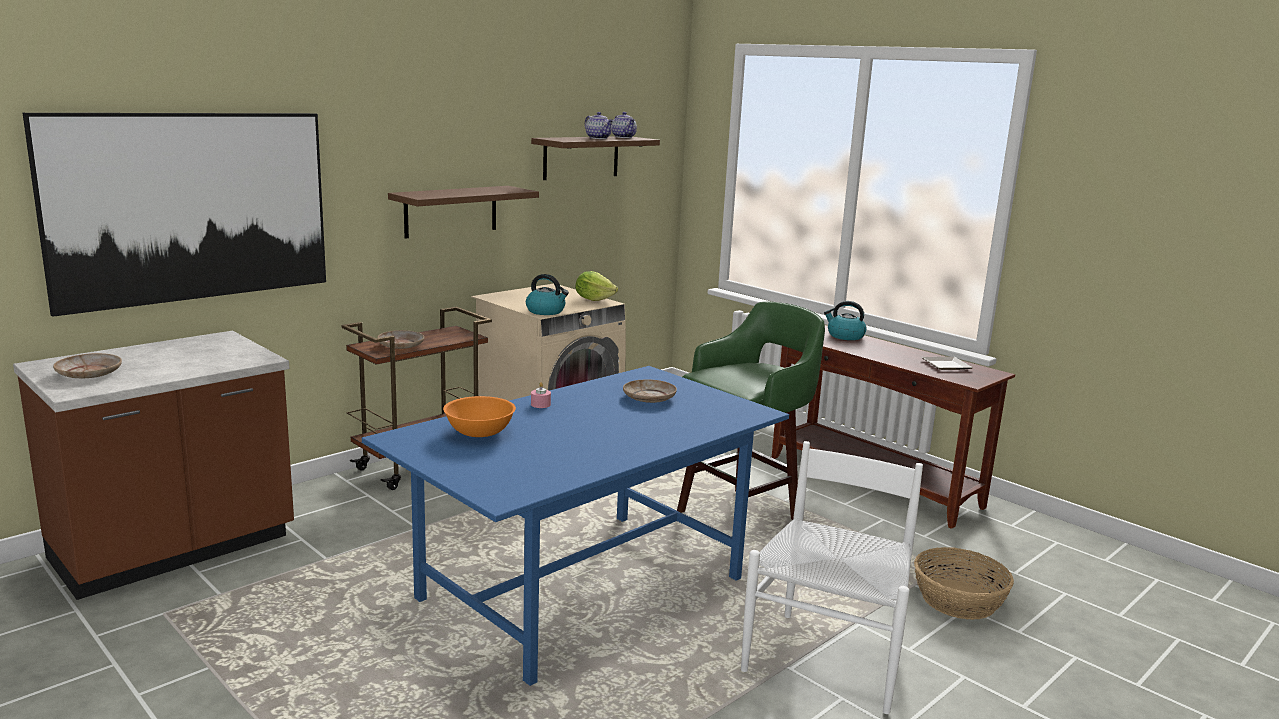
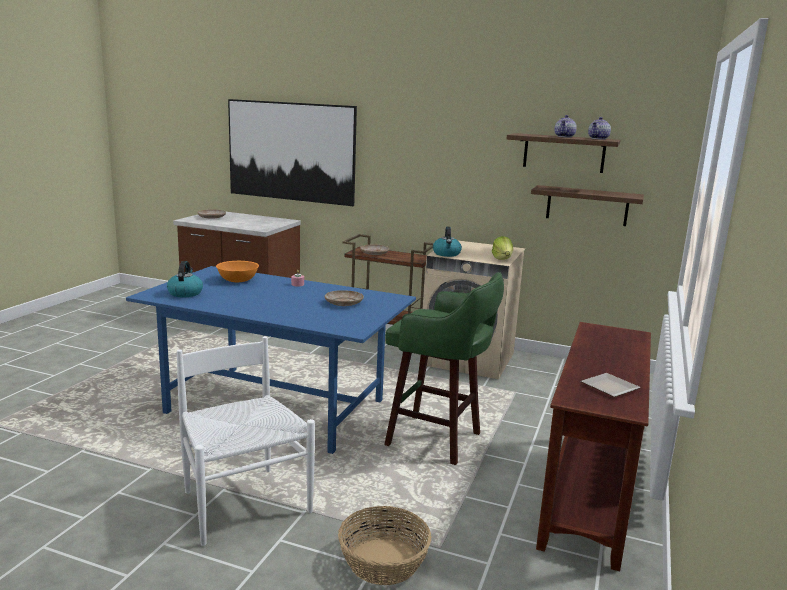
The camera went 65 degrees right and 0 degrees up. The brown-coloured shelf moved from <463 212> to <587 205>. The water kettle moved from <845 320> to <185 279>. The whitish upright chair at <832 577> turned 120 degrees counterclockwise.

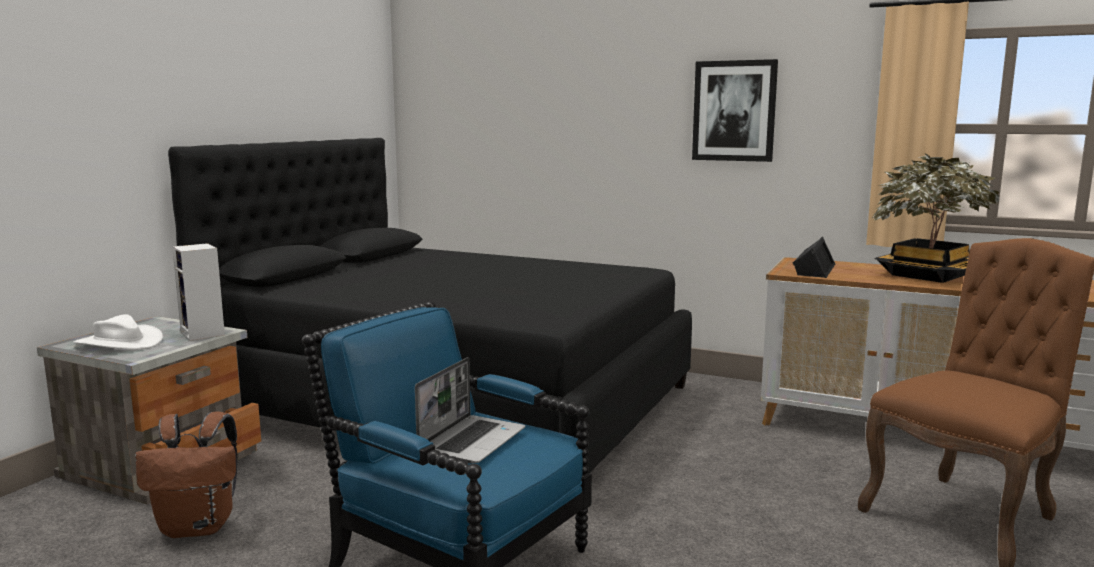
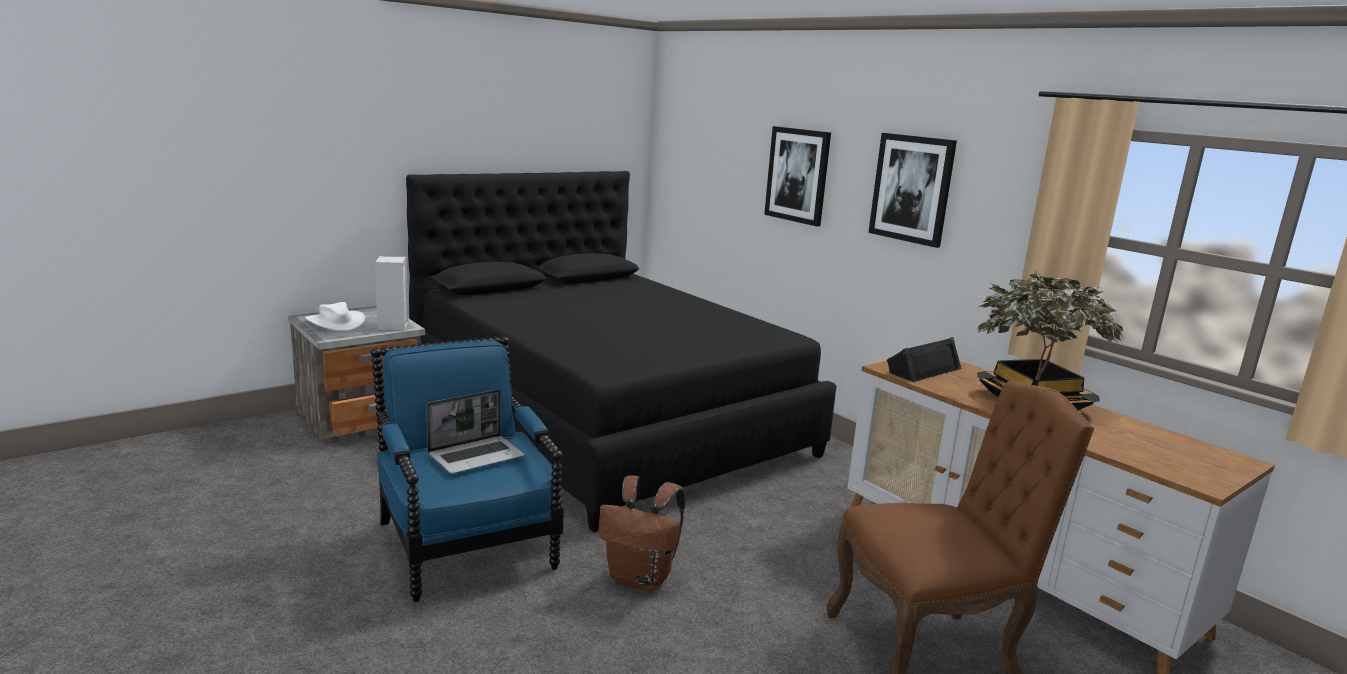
The camera went 25 degrees right and 5 degrees up. The brown-coloured rucksack moved from <186 475> to <642 533>. The wall picture at <797 176> appeared.

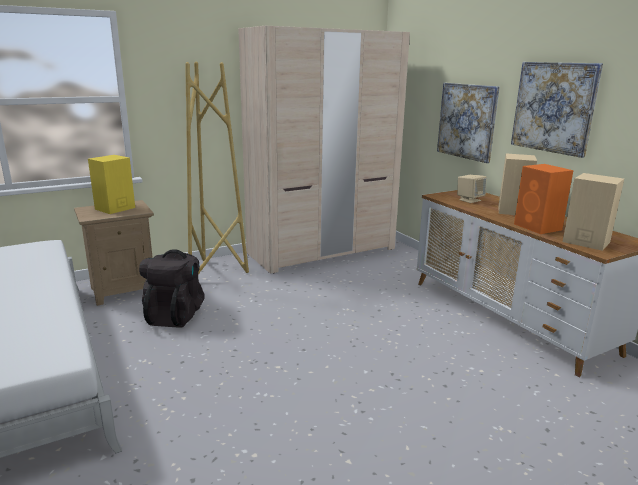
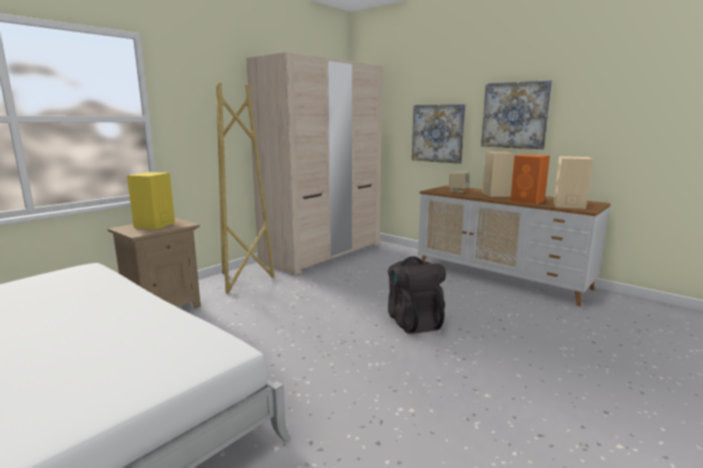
The camera went 20 degrees left and 5 degrees down. The black-coloured rucksack moved from <172 288> to <417 295>.

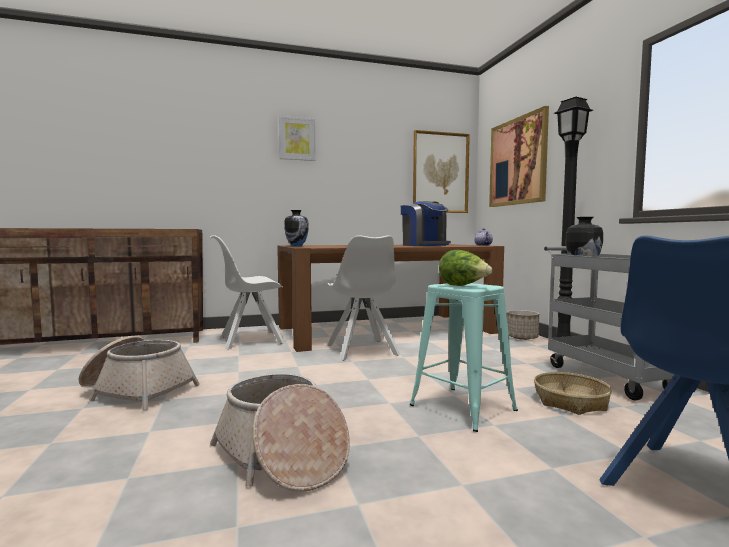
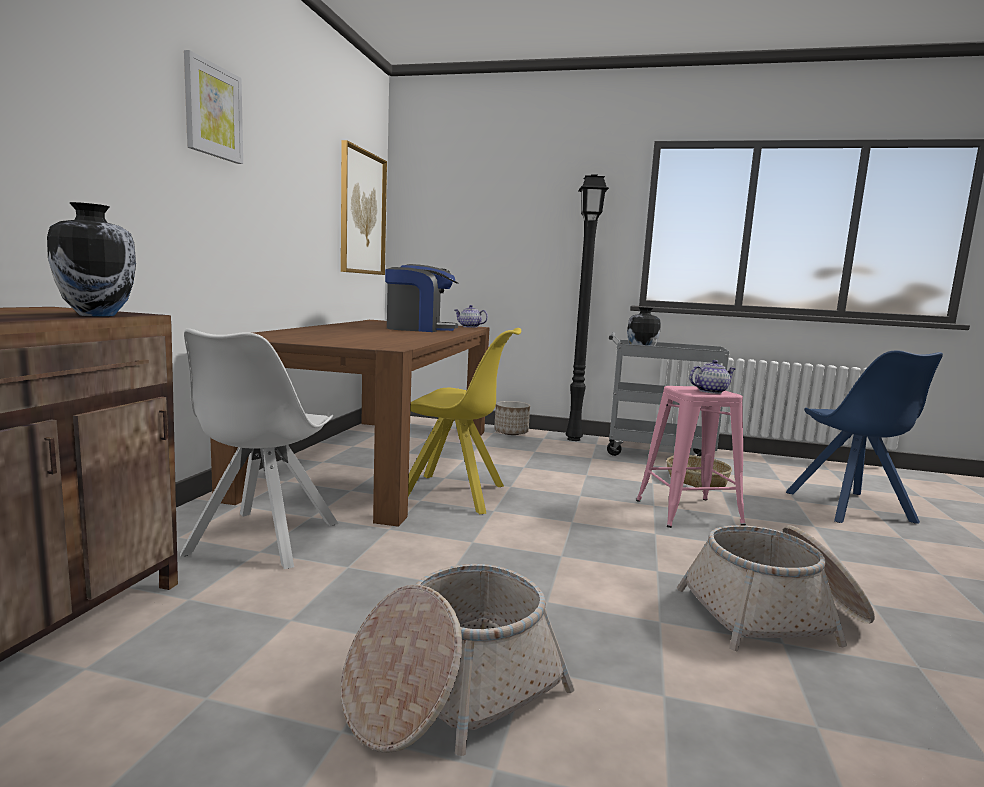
The camera went 60 degrees left and 5 degrees up. The wall picture at <519 156> disappeared. The decorative vase moved from <296 228> to <91 259>. The whitish upright chair at <364 298> became the yellow-coloured upright chair at <464 421>. The lettuce head at <465 268> was replaced by the teapot at <712 377>. The turquoise sitting stool at <464 357> became the pink sitting stool at <691 457>.

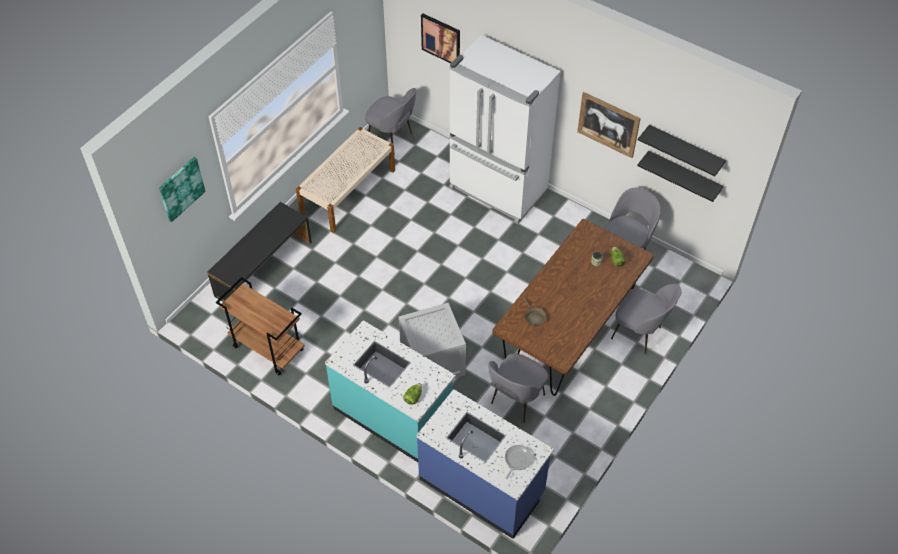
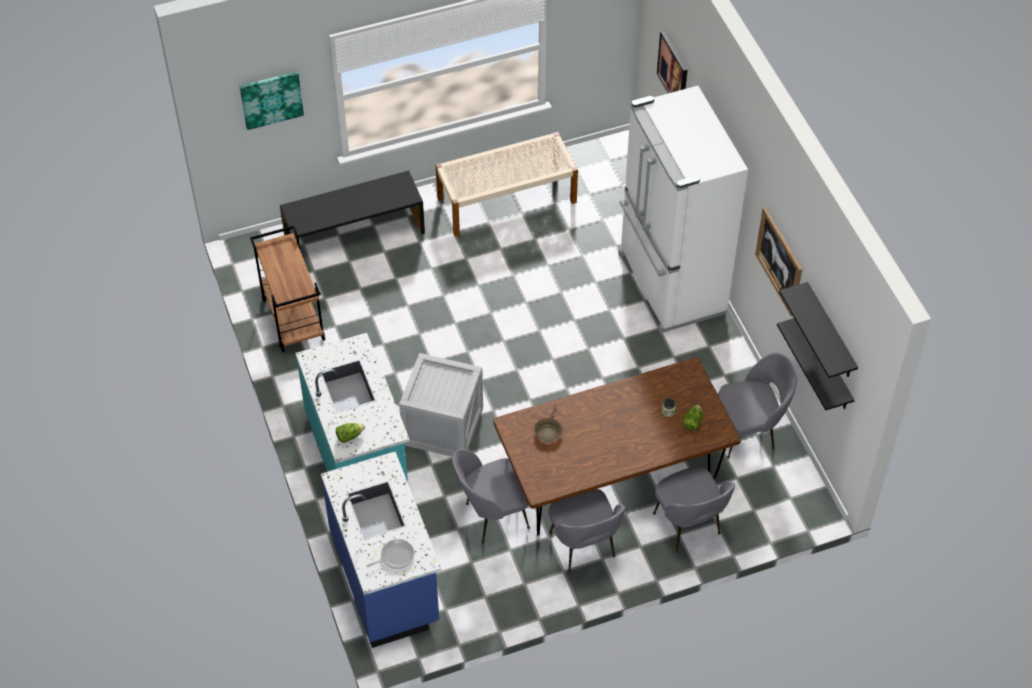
The camera went 35 degrees right and 0 degrees up. The greyish upright chair moved from <390 121> to <586 531>.

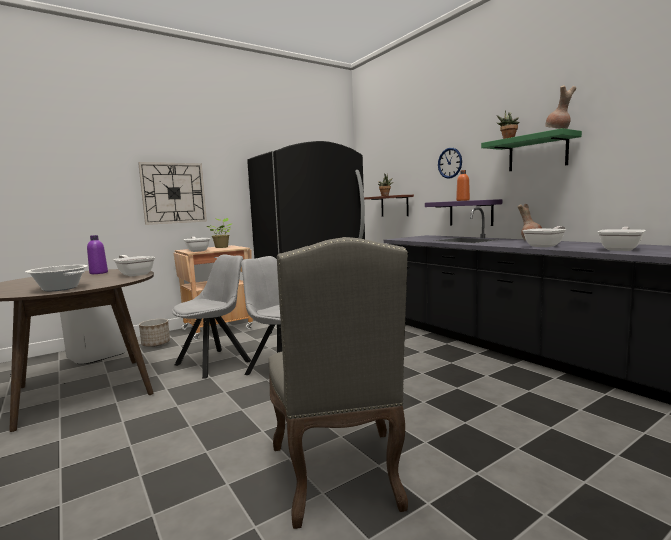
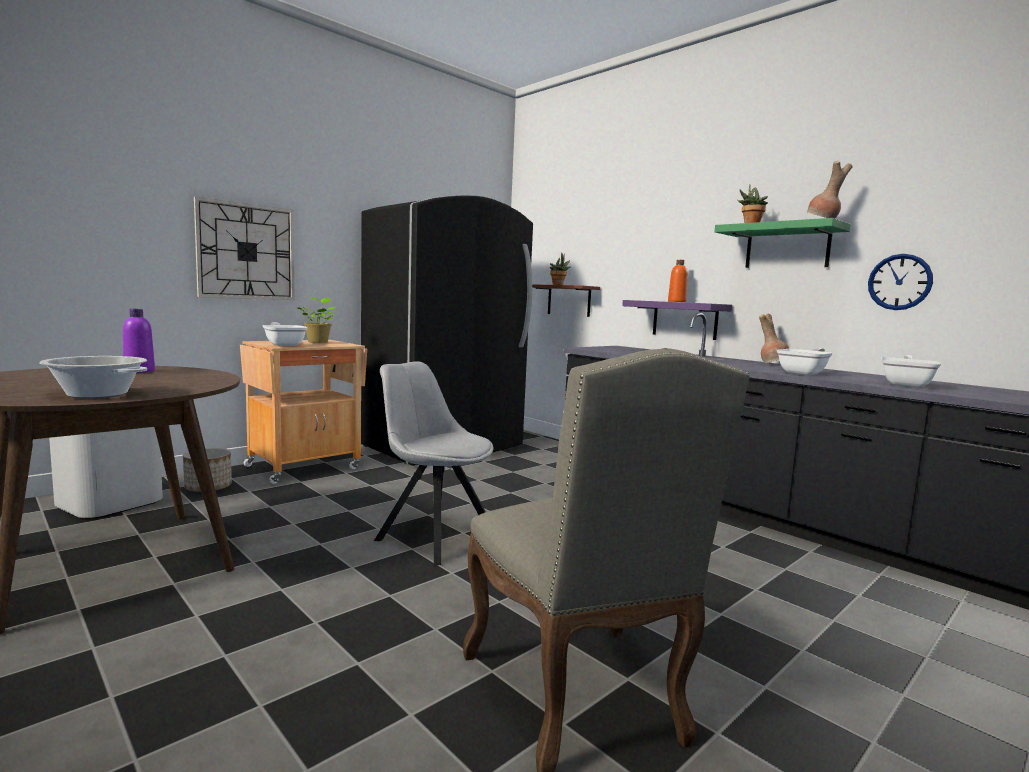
The camera went 10 degrees left and 0 degrees up. The wall clock moved from <450 163> to <900 282>. The frying pan at <134 265> disappeared. The greyish upright chair at <211 317> disappeared.

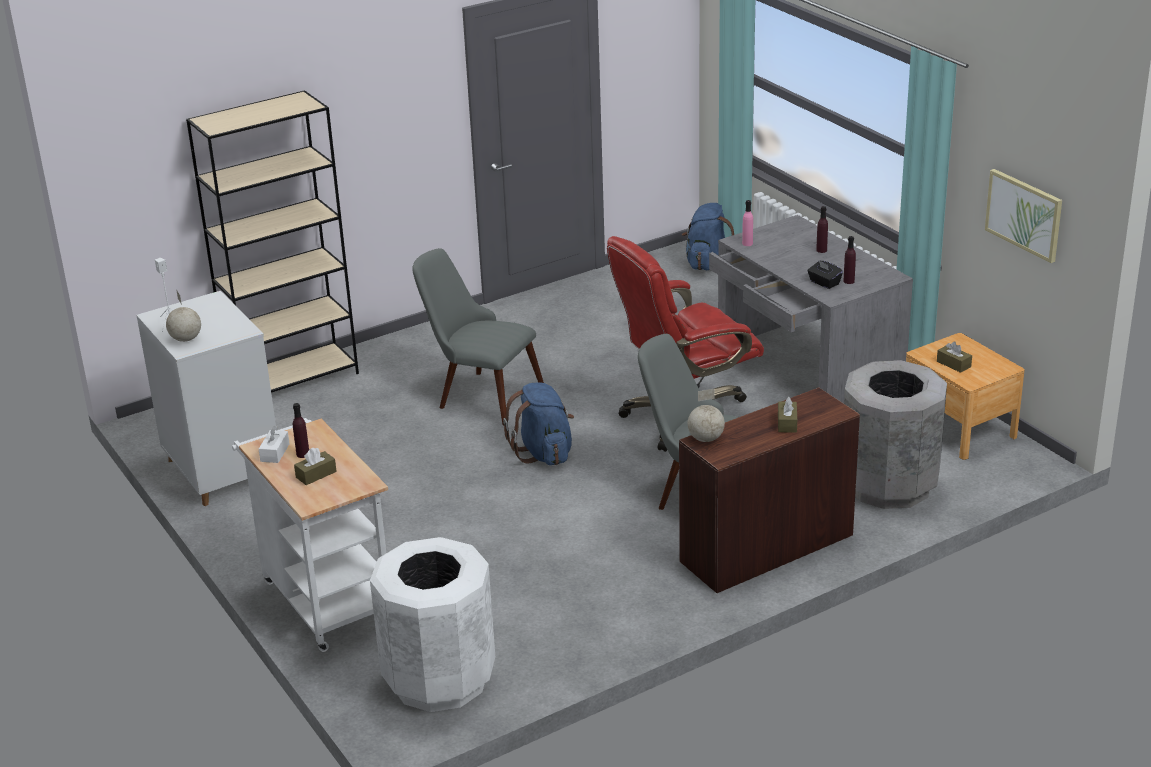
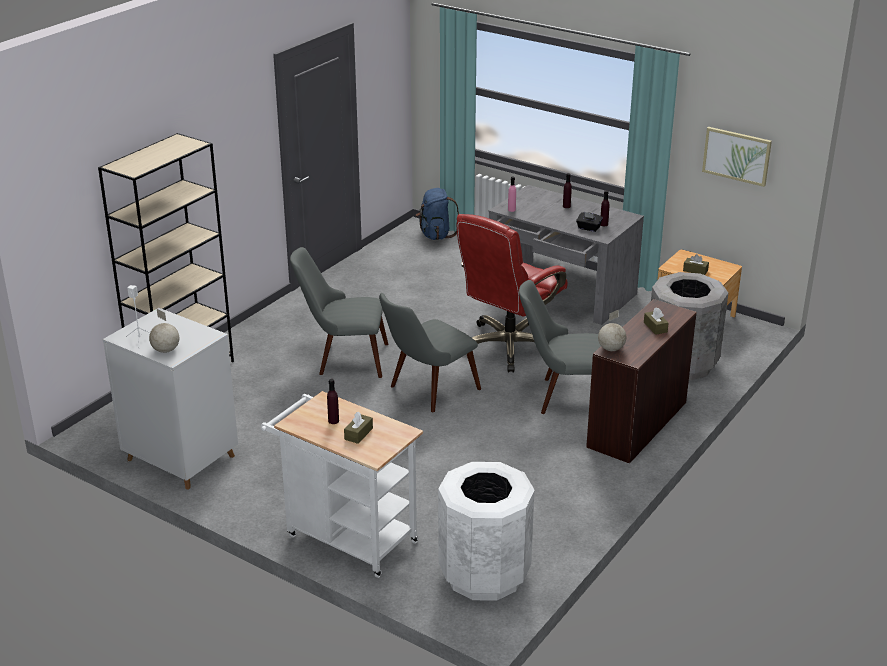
The camera went 25 degrees left and 0 degrees up. The blue rucksack at <538 423> was replaced by the greyish upright chair at <430 352>. The whitish tissue box at <274 444> disappeared.

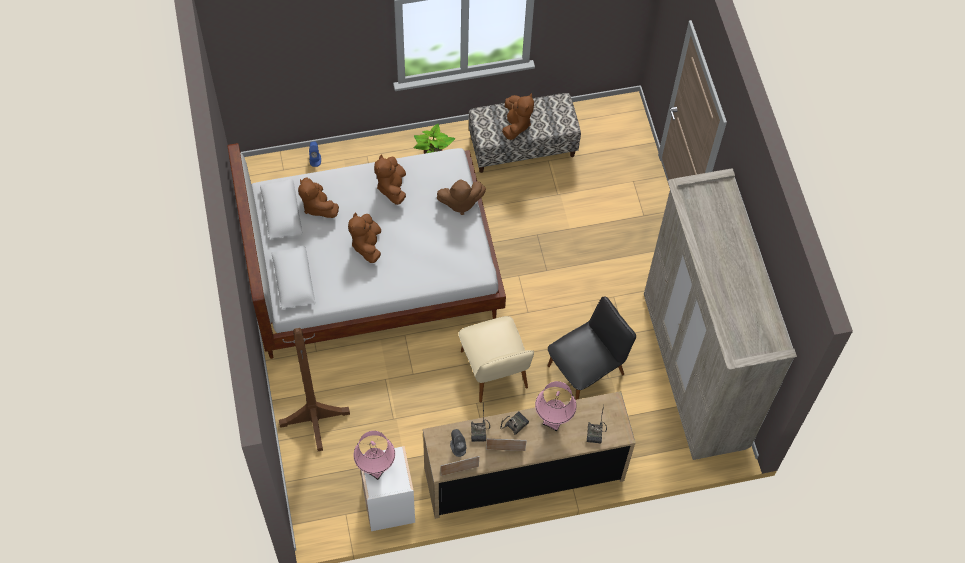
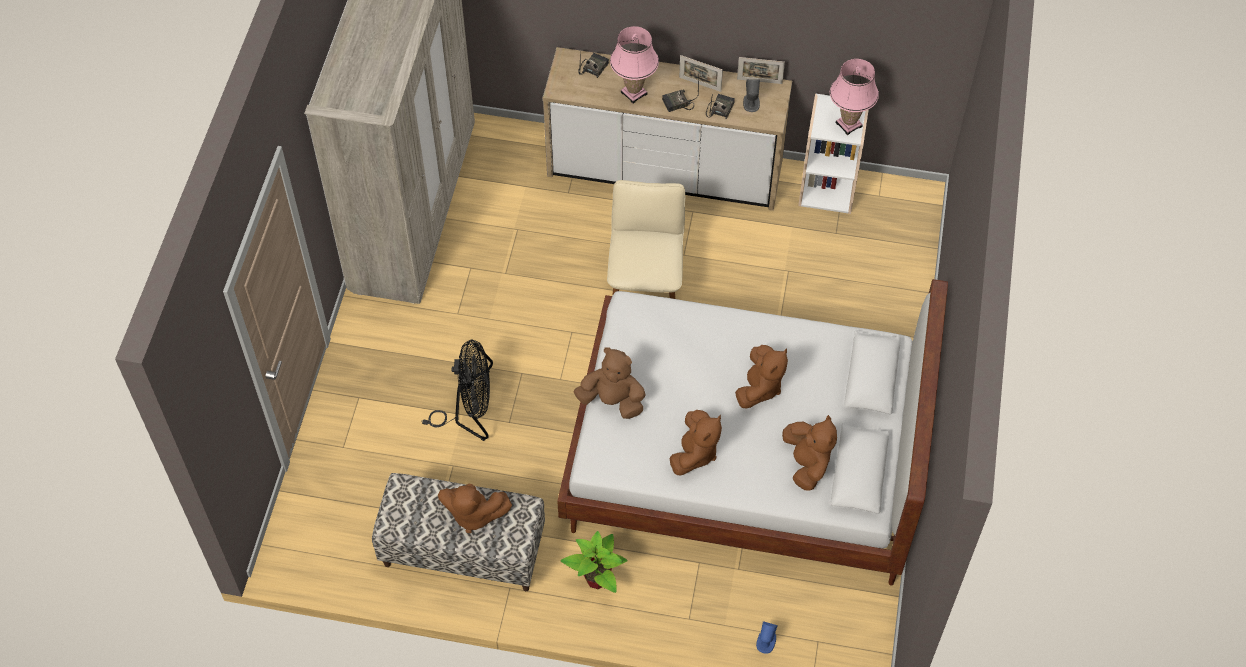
The camera went 155 degrees left and 5 degrees down. The brown-coloured soft toy at <518 116> turned 105 degrees counterclockwise. The black-coloured upright chair at <591 348> disappeared. The brown-coloured clothes rack at <314 389> disappeared. The black-coloured cooling fan at <457 390> appeared.

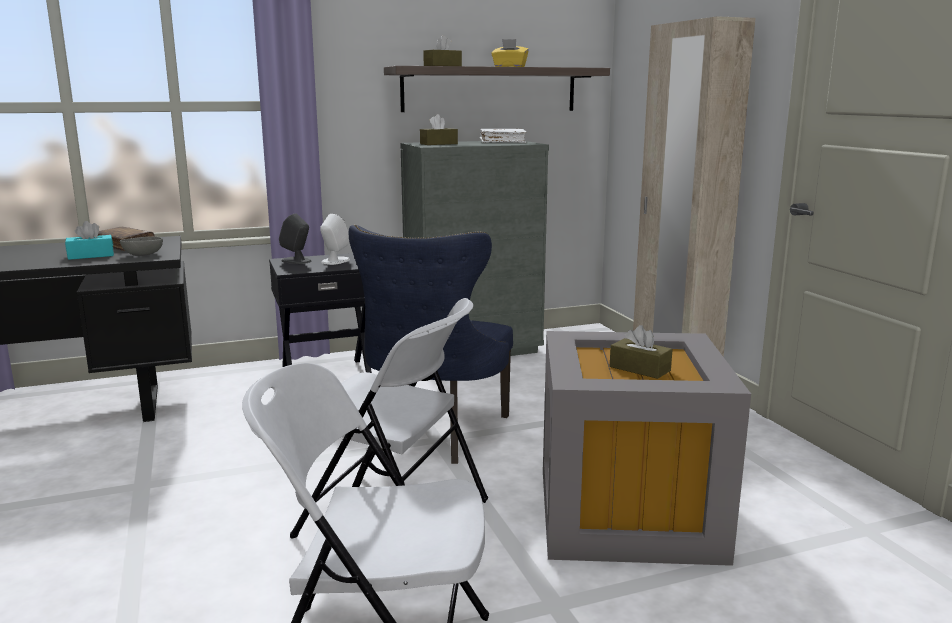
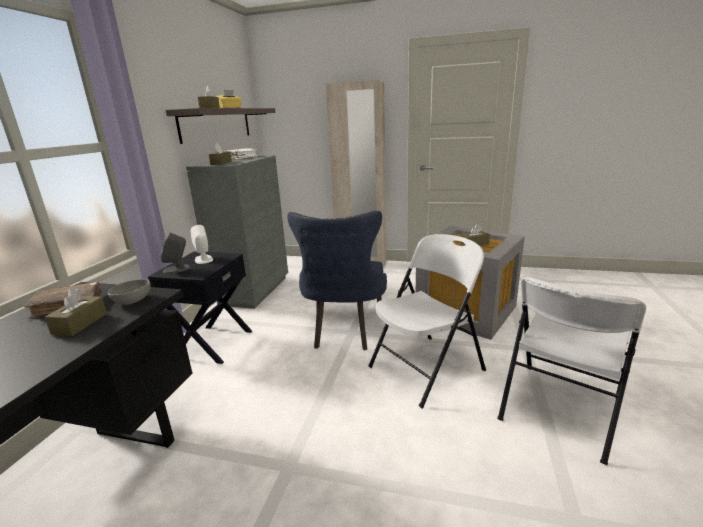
The camera went 55 degrees left and 5 degrees up. The turquoise tissue box at <89 240> became the brown-coloured tissue box at <75 312>. The blue upright chair at <431 344> turned 45 degrees clockwise.

